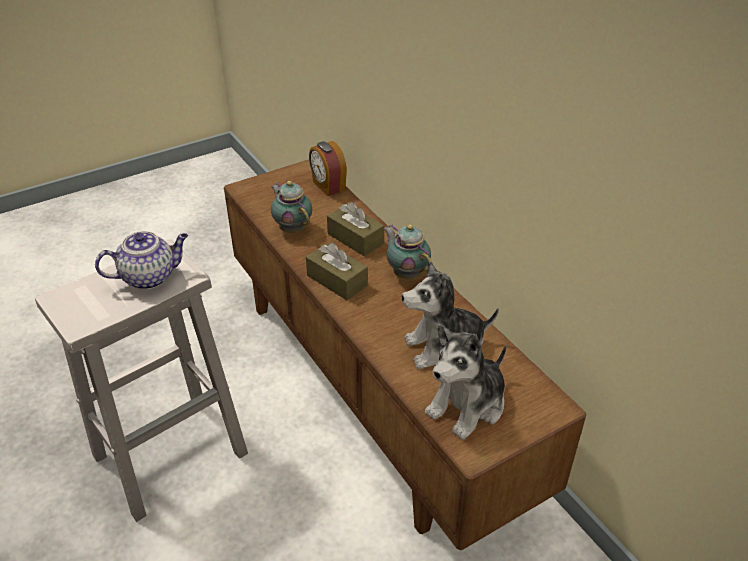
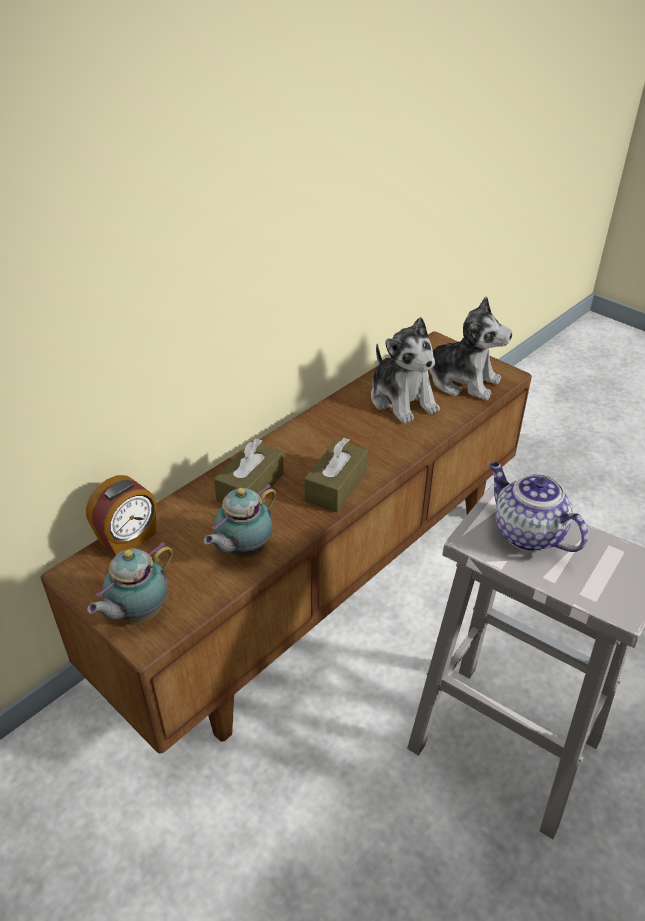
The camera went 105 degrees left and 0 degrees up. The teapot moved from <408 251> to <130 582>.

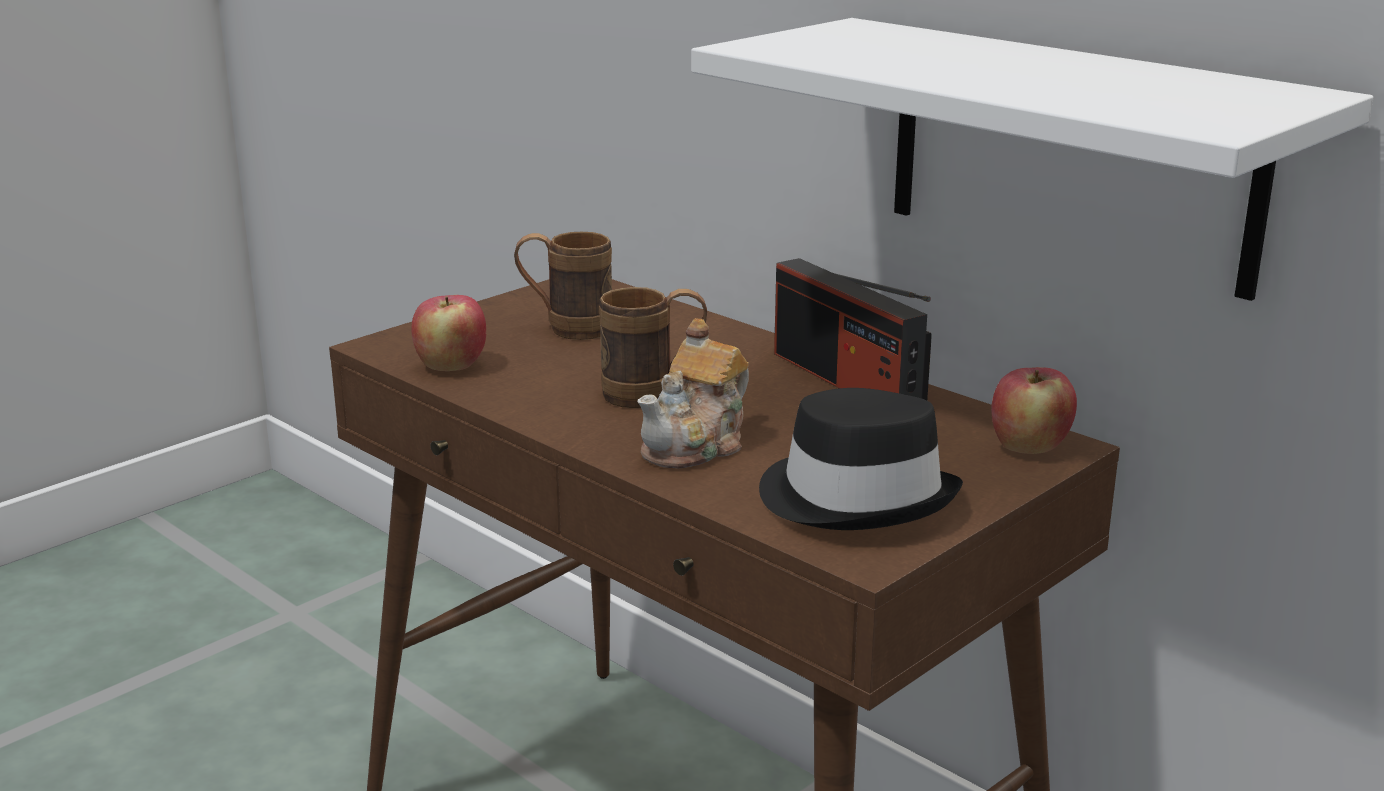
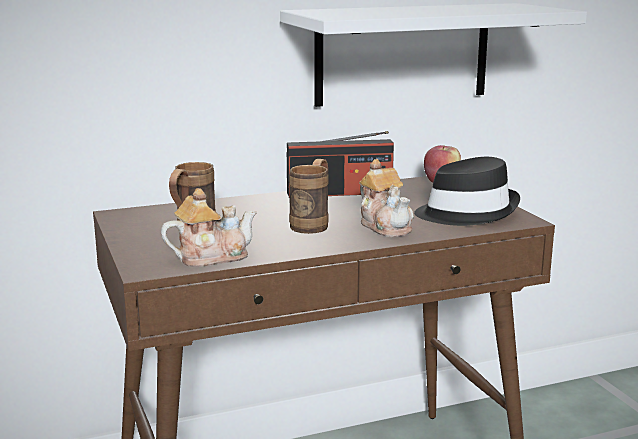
The camera went 65 degrees left and 5 degrees down. The apple fruit at <448 333> was replaced by the teapot at <209 227>.

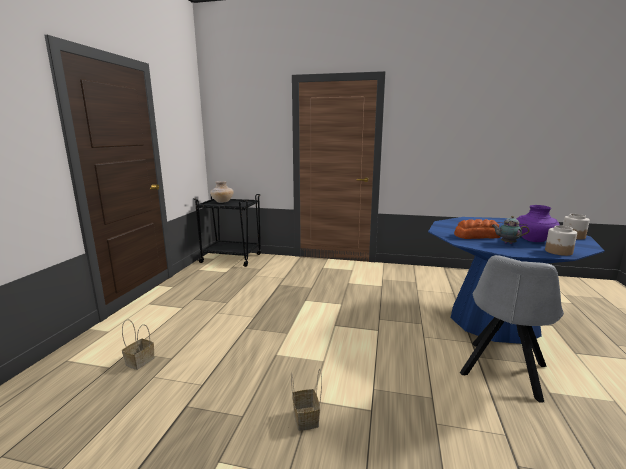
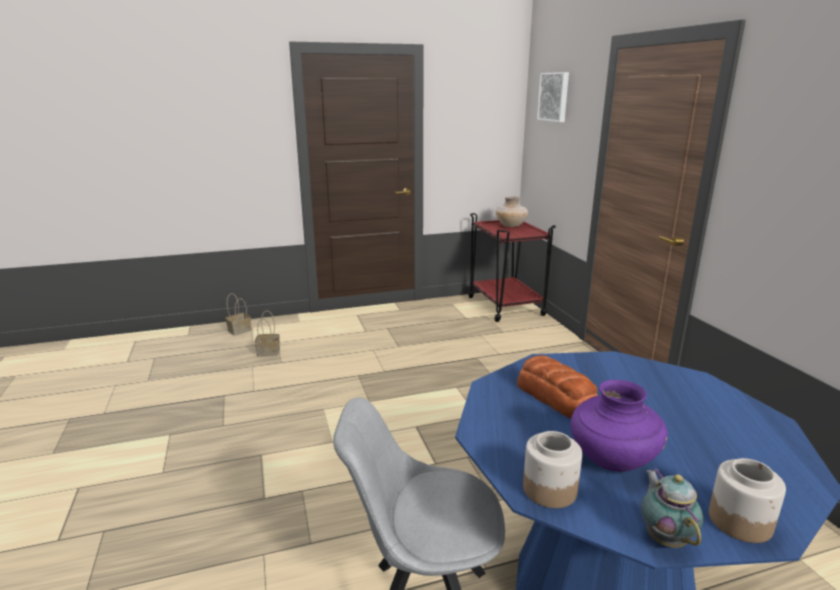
The camera went 60 degrees right and 5 degrees up. The black-coloured cart at <227 230> became the reddish cart at <512 267>. The teapot moved from <510 230> to <672 508>. The household basket moved from <306 400> to <238 314>. The wall picture at <553 97> appeared.

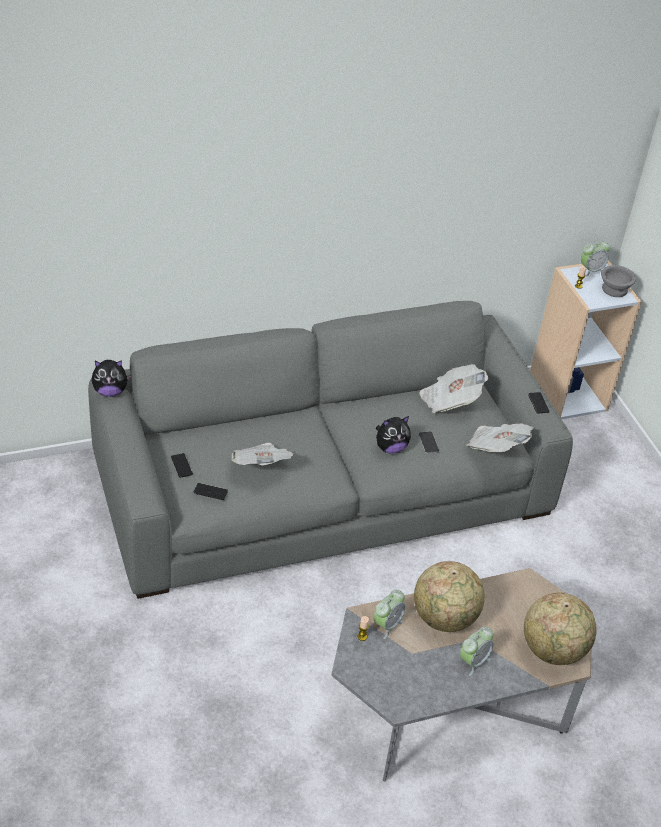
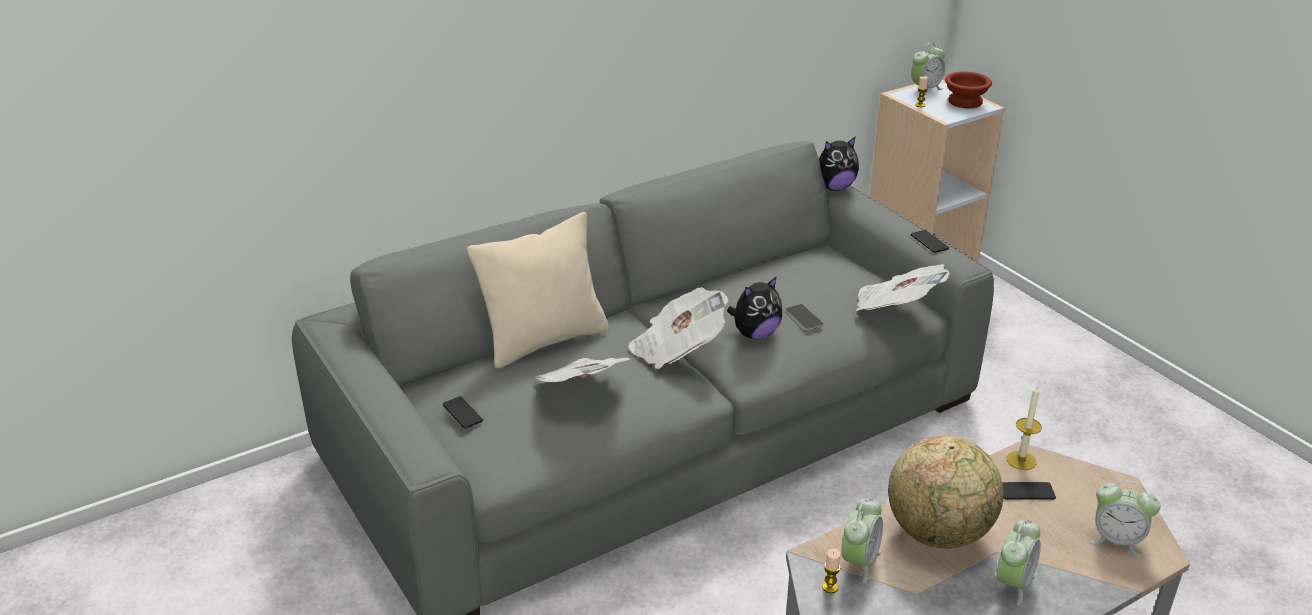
The camera went 10 degrees left and 10 degrees down. The greyish bowl at <618 281> became the brown-coloured bowl at <968 90>. The soft toy moved from <111 378> to <839 163>. The newspaper moved from <453 388> to <678 328>. The phone moved from <211 491> to <1029 490>. The desk globe at <560 629> was replaced by the bedside clock at <1125 518>. The sand-coloured throw pillow at <538 290> appeared. The wax light at <1024 427> appeared.

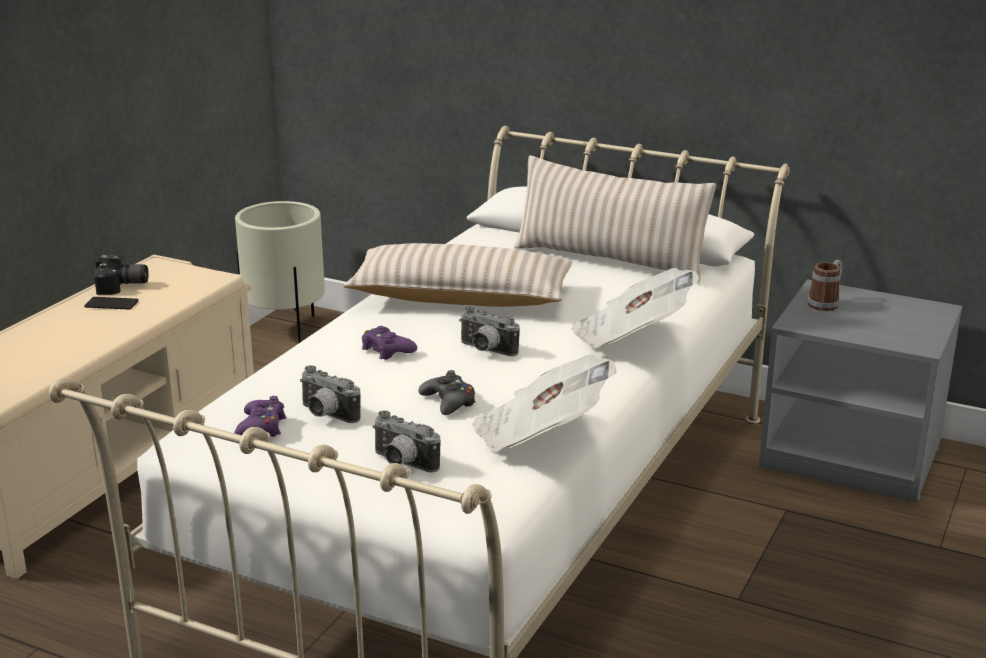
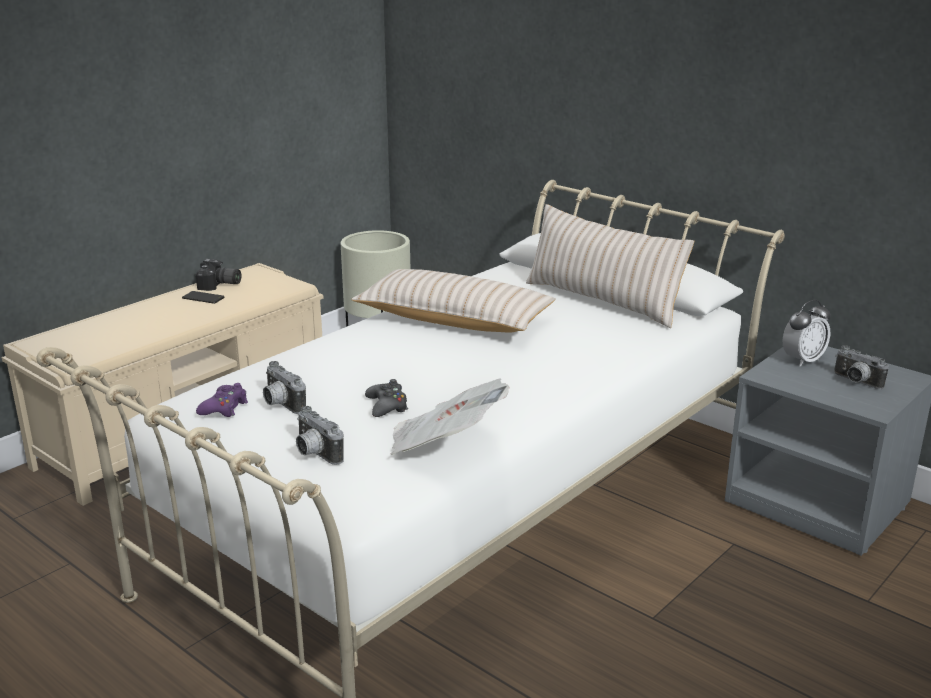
The camera went 15 degrees right and 0 degrees up. The mug at <825 285> was replaced by the bedside clock at <807 333>. The newspaper at <635 308> disappeared. The still camera moved from <489 331> to <861 367>. The purple game controller at <389 343> disappeared.

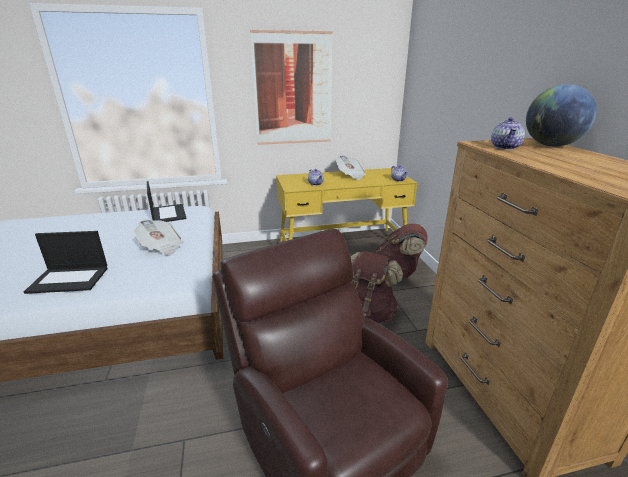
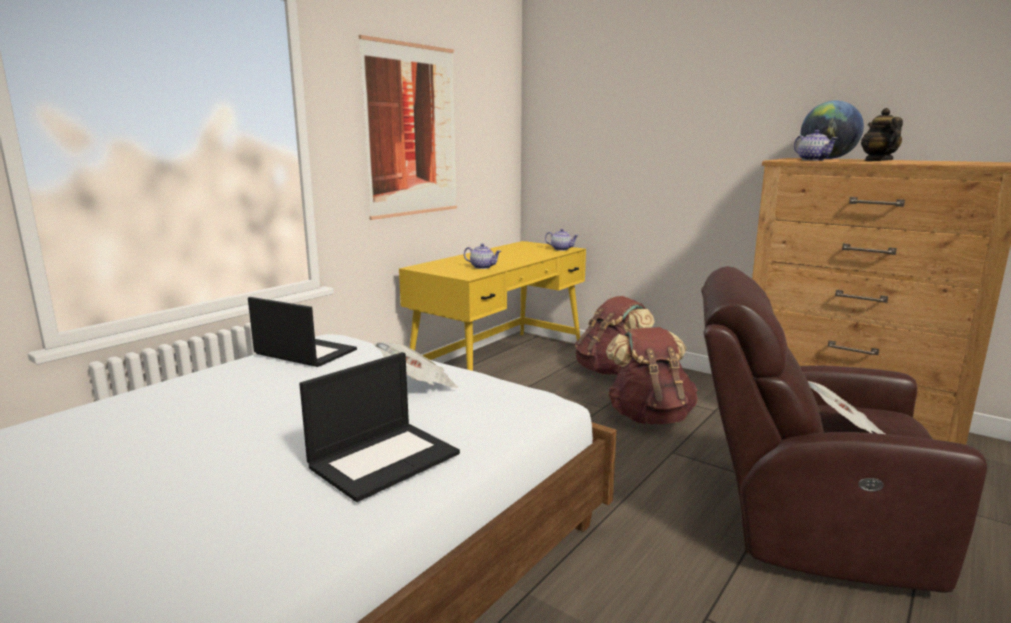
The camera went 40 degrees left and 10 degrees down. The newspaper moved from <351 168> to <846 407>. The teapot at <882 134> appeared.

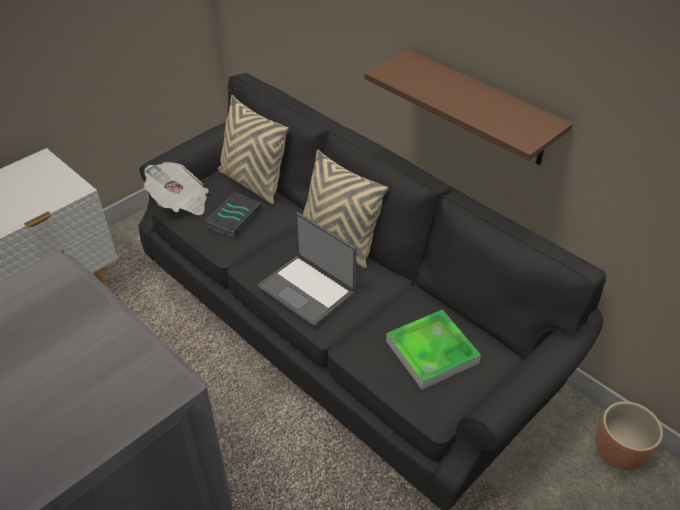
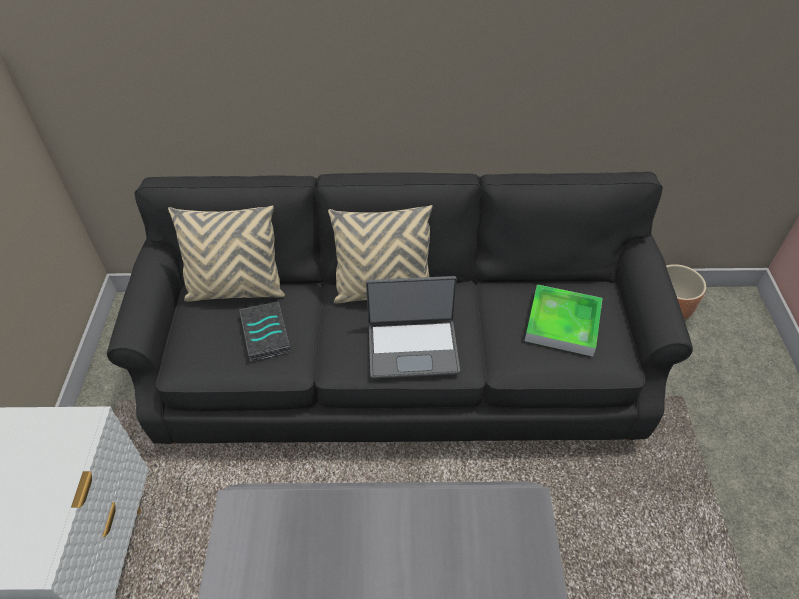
The camera went 45 degrees left and 5 degrees up. The brown-coloured shelf at <469 107> disappeared. The newspaper at <176 188> disappeared.

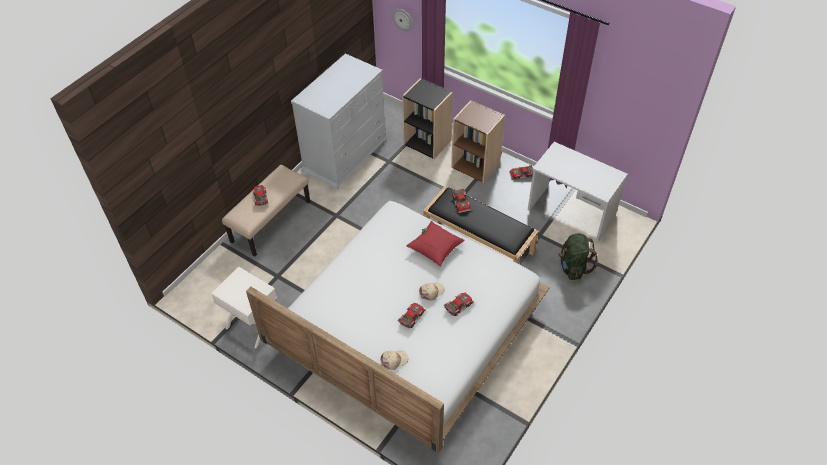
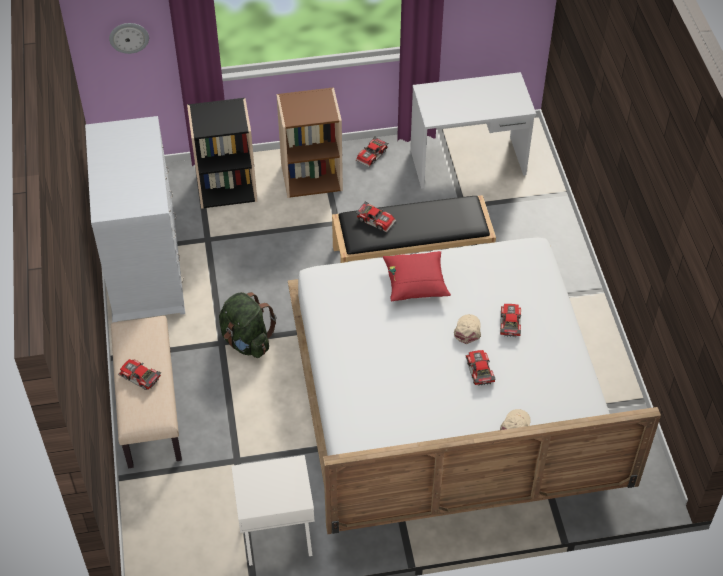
The camera went 45 degrees left and 0 degrees up. The green rucksack moved from <578 257> to <247 325>.

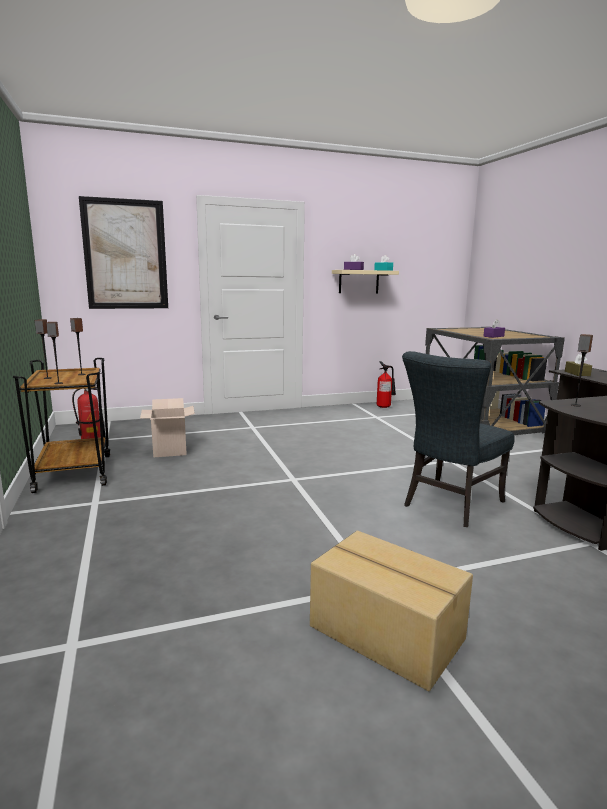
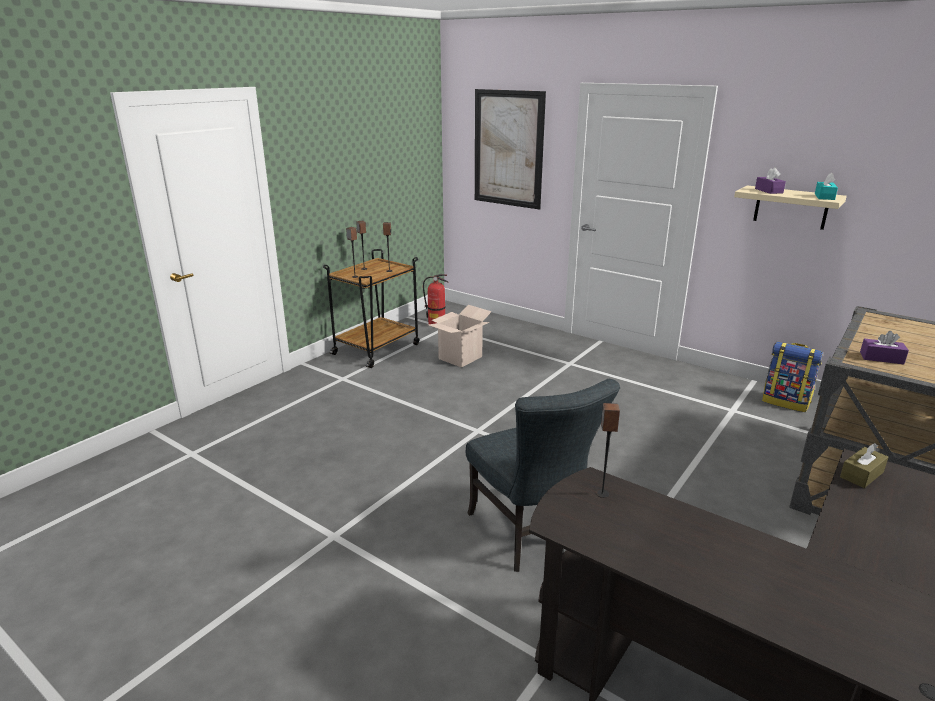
The camera went 55 degrees right and 10 degrees up. The greyish upright chair at <458 439> turned 120 degrees counterclockwise. The extinguisher at <386 384> was replaced by the rucksack at <792 377>. The cardboard box at <391 611> disappeared.

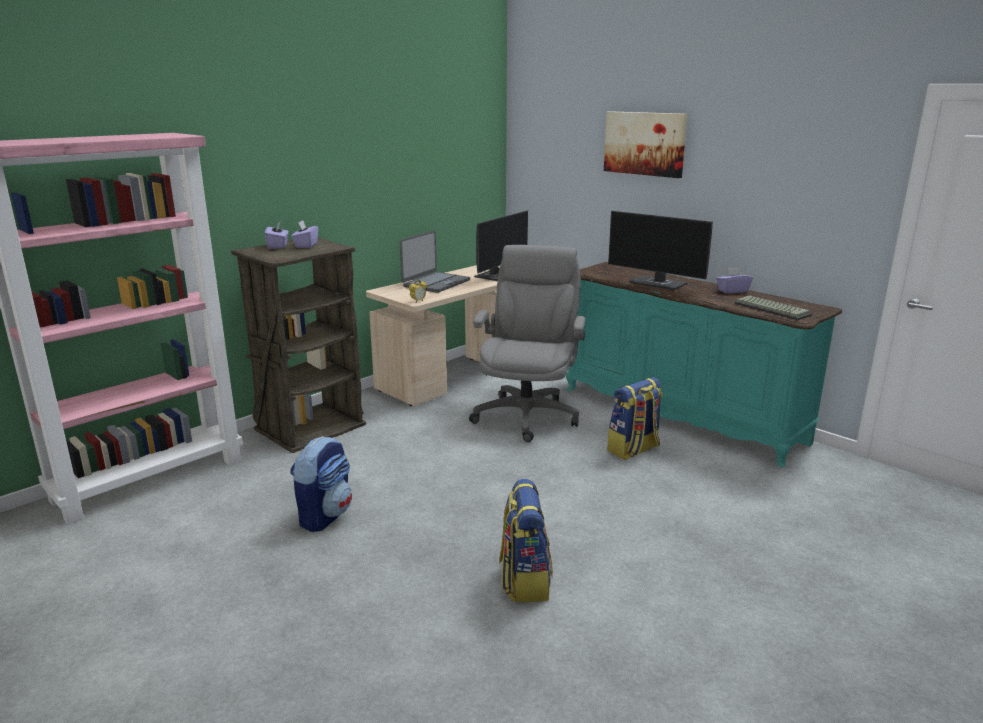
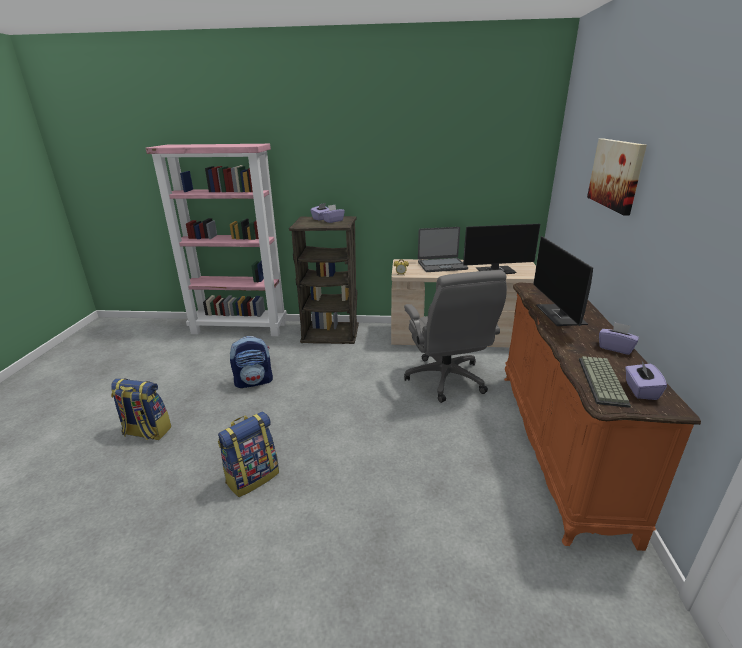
The camera went 50 degrees right and 5 degrees up. The greyish computer chair at <527 343> turned 105 degrees clockwise. The turquoise cabinet at <704 364> became the orange cabinet at <602 416>. The rucksack moved from <635 418> to <141 409>. The purple tissue box at <646 381> appeared.

